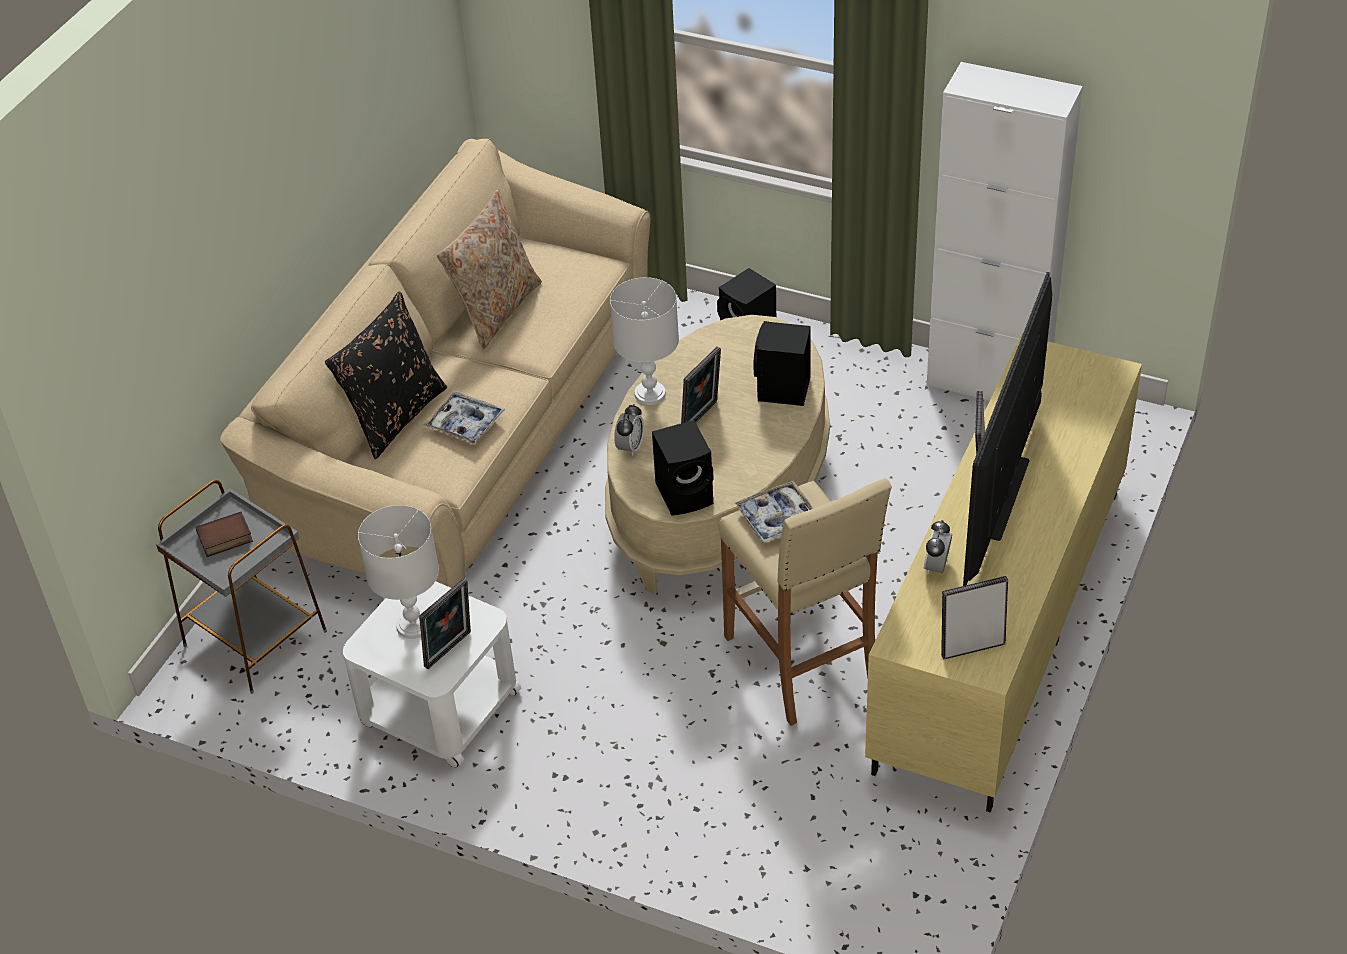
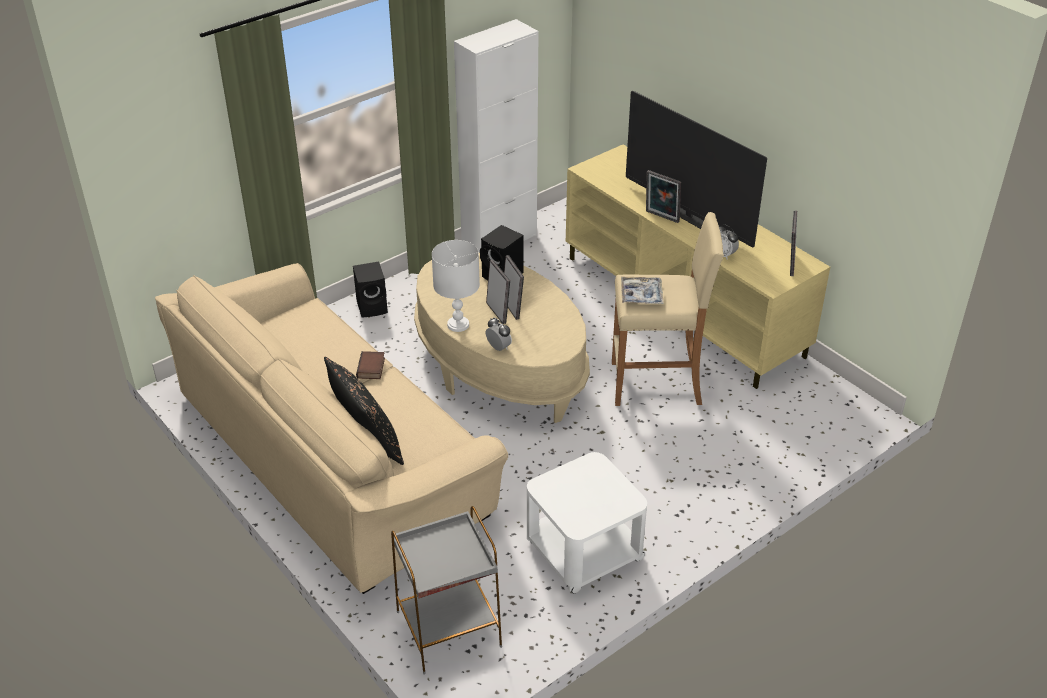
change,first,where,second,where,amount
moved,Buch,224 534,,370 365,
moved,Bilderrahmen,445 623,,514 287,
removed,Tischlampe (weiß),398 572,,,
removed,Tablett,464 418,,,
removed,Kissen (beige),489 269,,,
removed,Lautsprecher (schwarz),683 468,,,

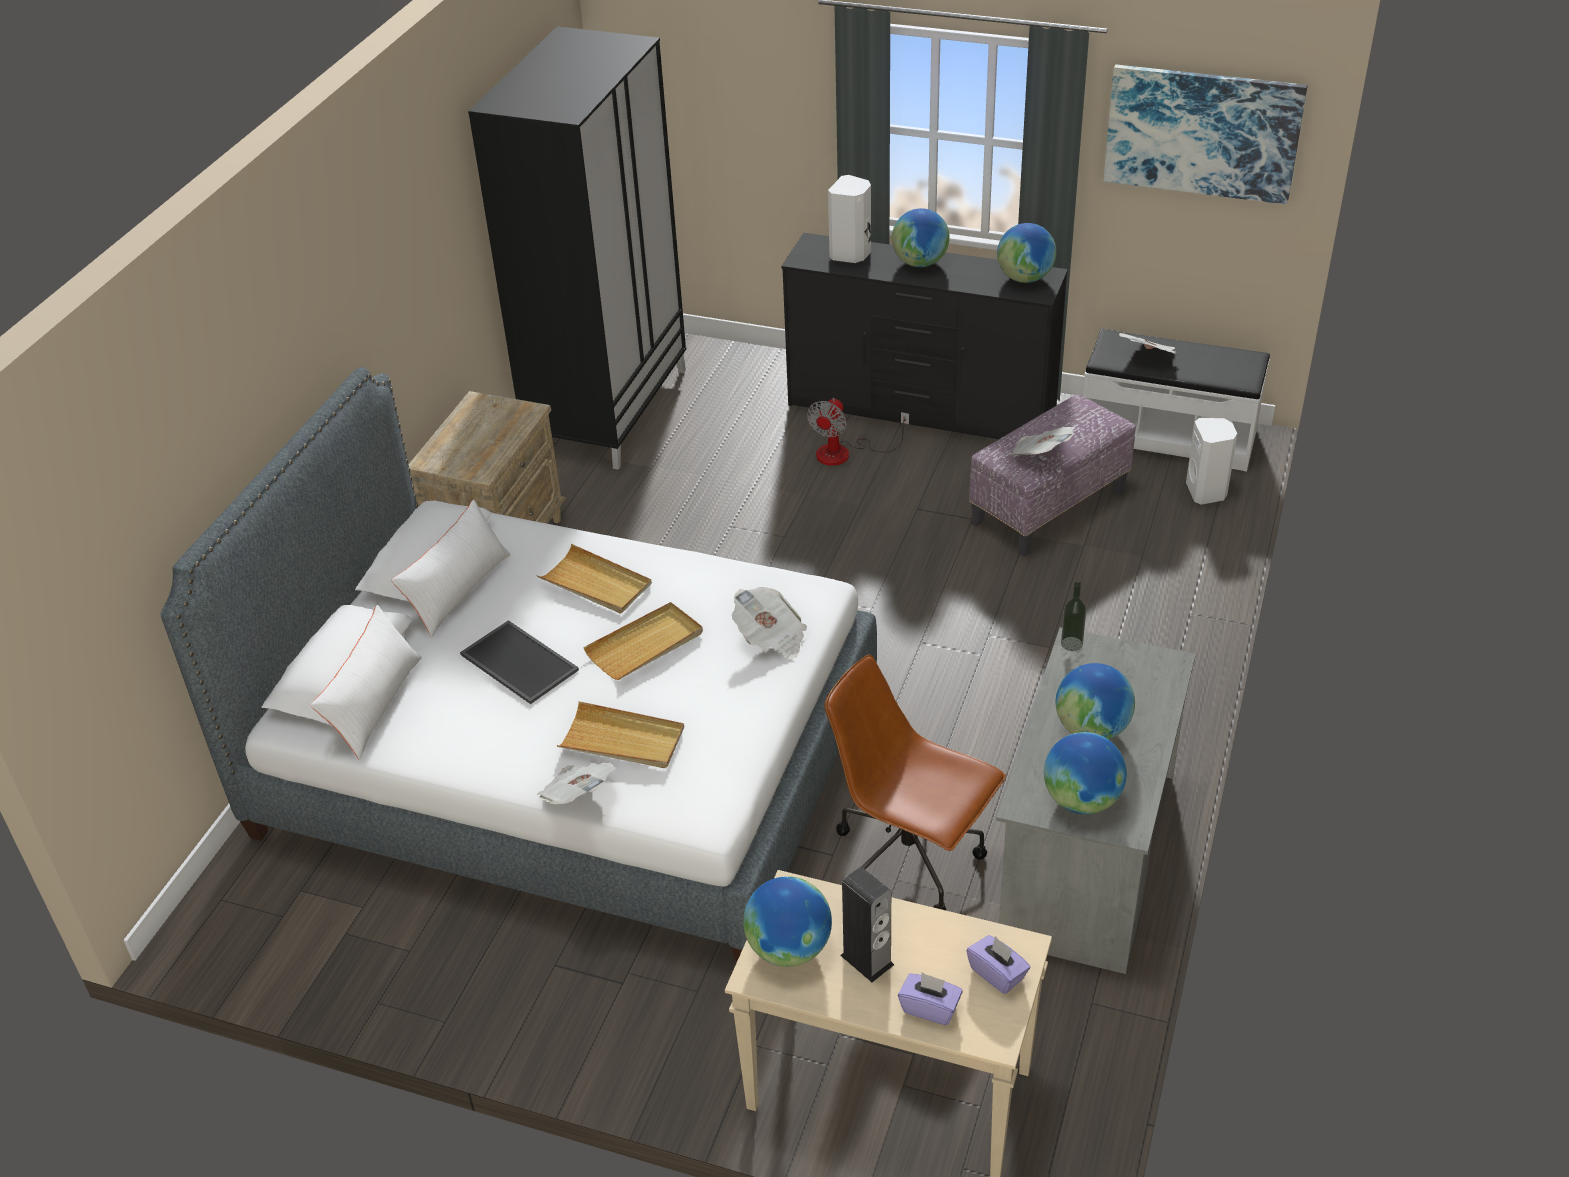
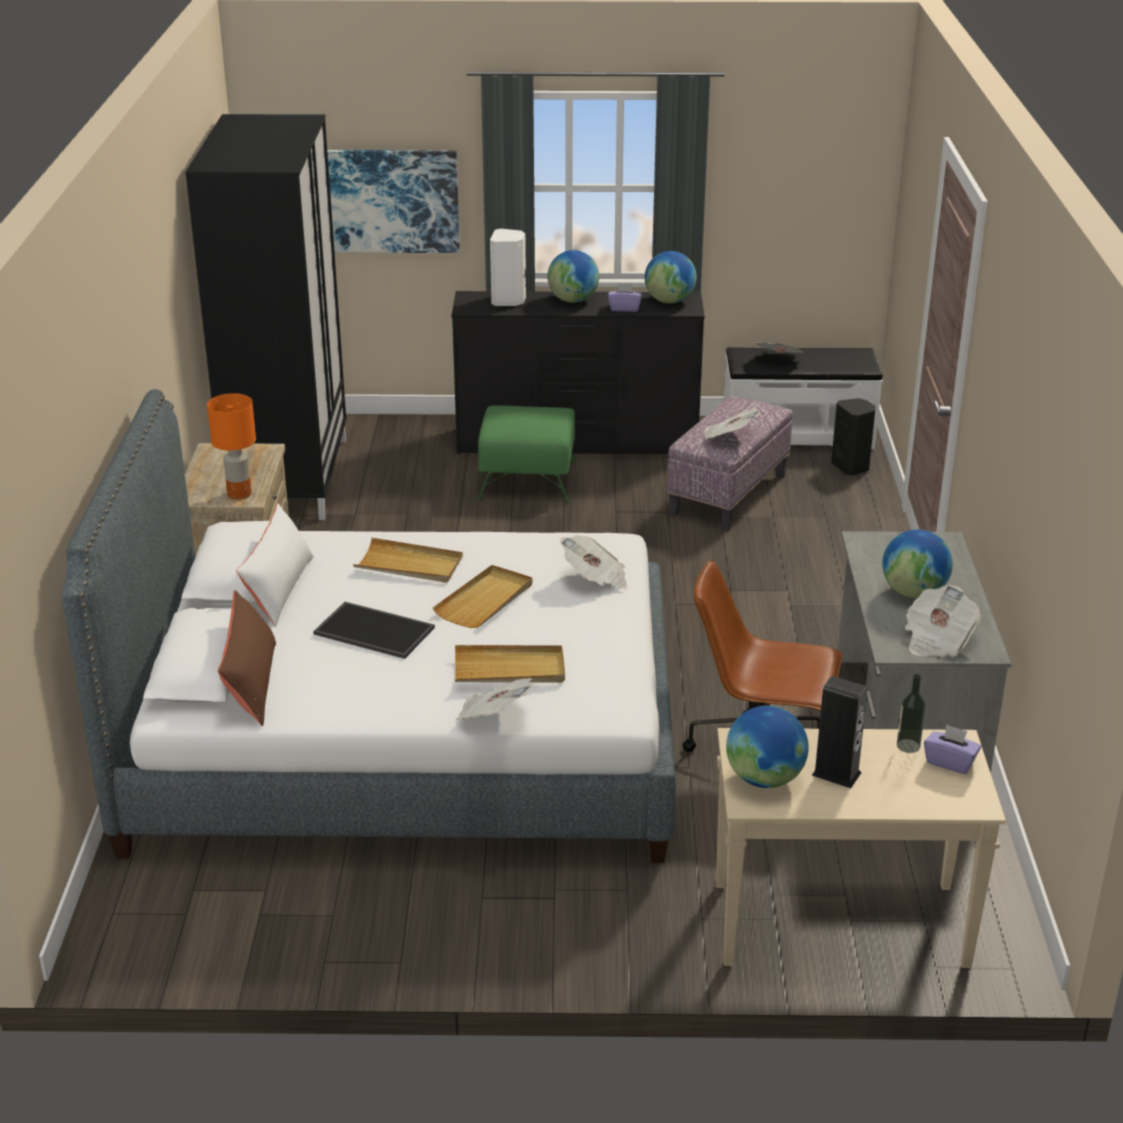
change,first,where,second,where,amount
added,,,Tischlampe (orange),231 446,
recoloured,Kissen (weiß),366 682,Kissen (braun),247 658,
moved,Bild,1206 135,,393 201,
replaced,Ventilator,858 432,Polsterhocker (grün),526 454,
moved,Taschentuchbox (lila),930 999,,625 297,
recoloured,Lautsprecher (weiß),1211 461,Lautsprecher (schwarz),853 437,
moved,Flasche,1073 616,,911 713,
replaced,Globus,1085 773,Zeitung,943 621,

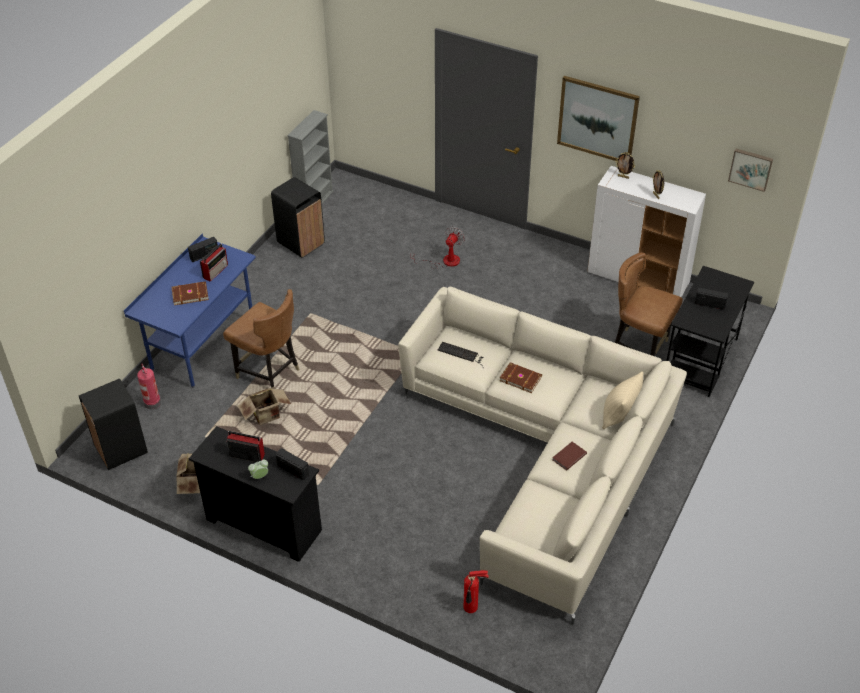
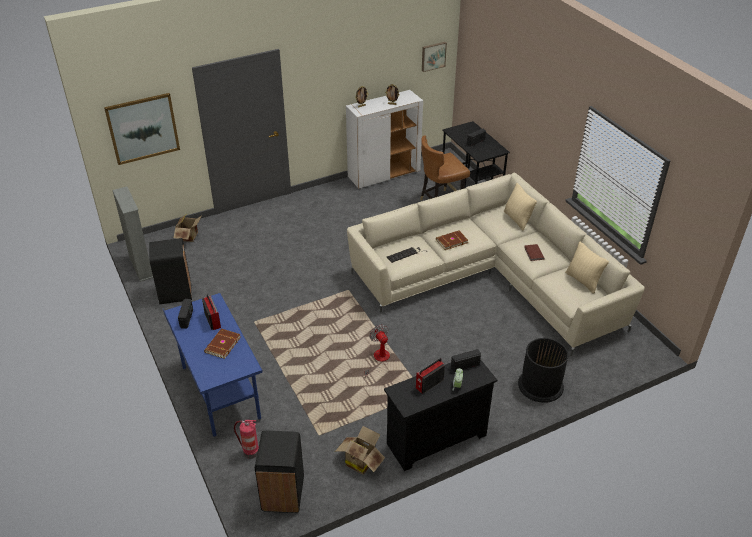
change,first,where,second,where,amount
moved,Bild,598 118,,142 129,
moved,Karton,264 406,,187 228,
moved,Ventilator,438 248,,377 351,
added,,,Mülleimer (schwarz),543 370,
added,,,Kissen (beige),587 267,
removed,Stuhl (braun),261 339,,,
removed,Feuerlöscher,476 591,,,

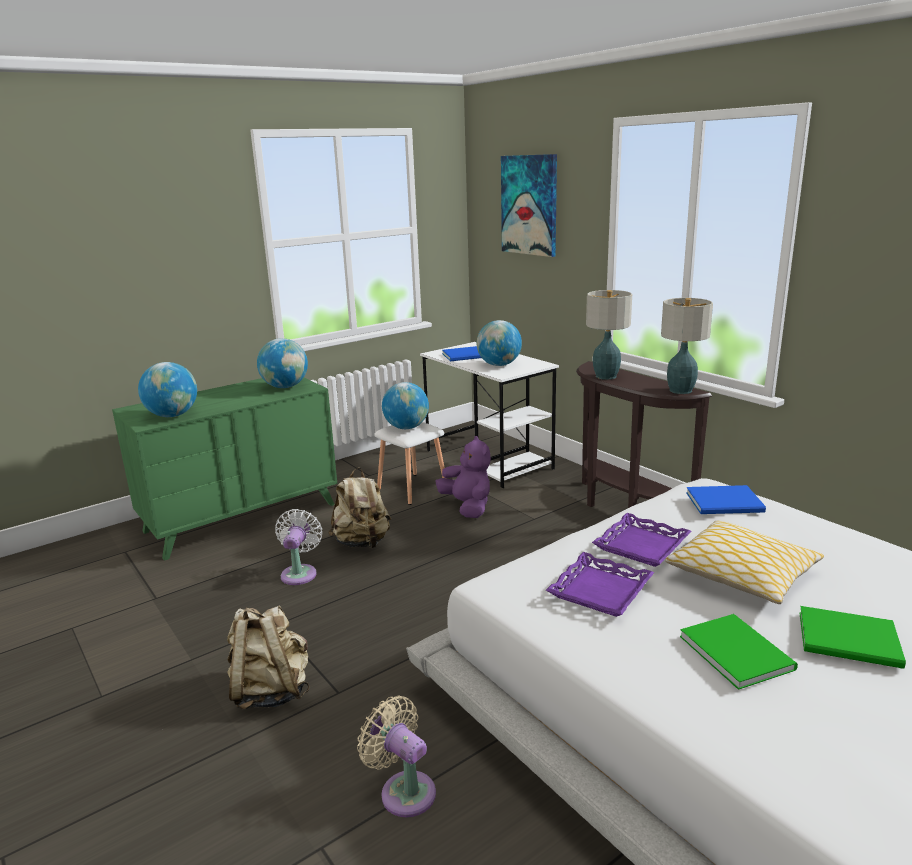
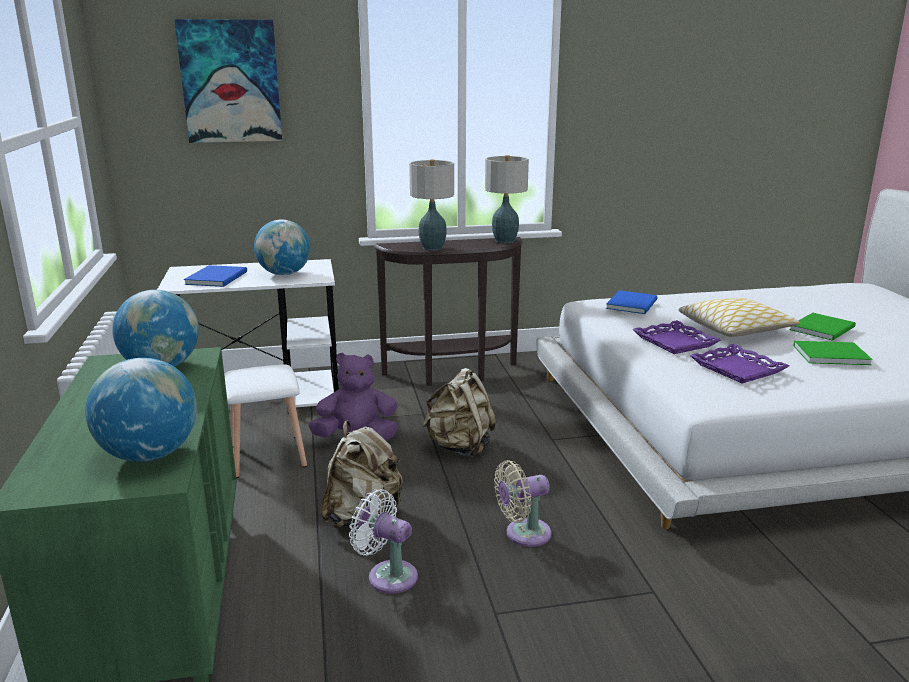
change,first,where,second,where,amount
moved,Rucksack (beige),268 657,,459 413,
moved,Ventilator (beige),396 757,,523 503,
removed,Globus,405 405,,,

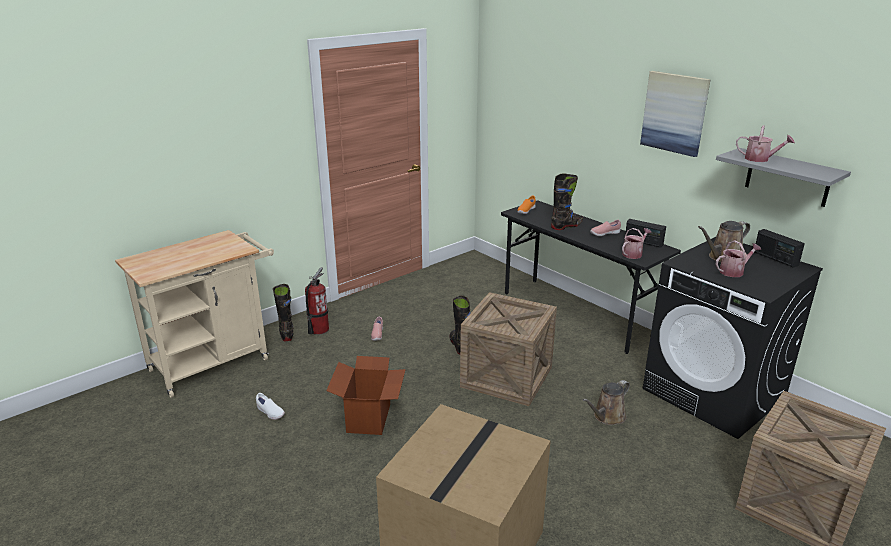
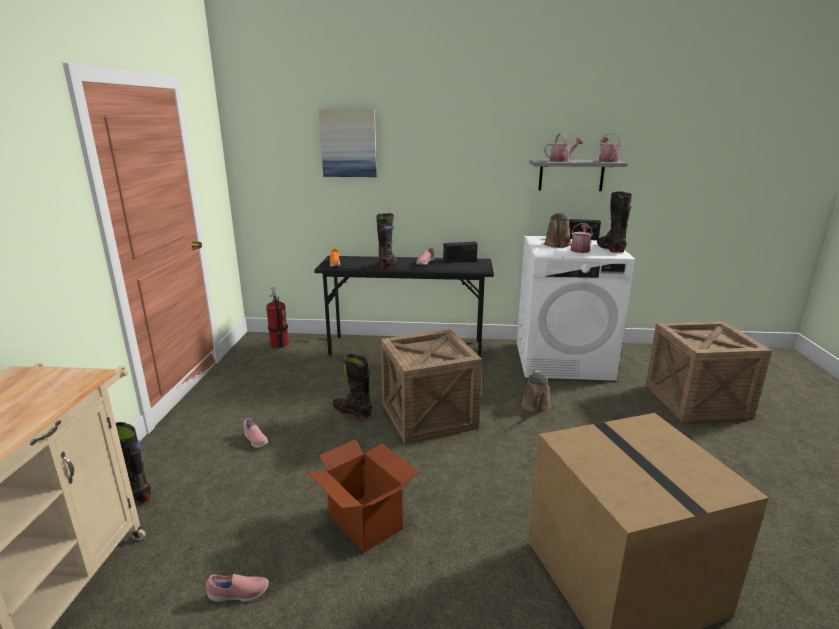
change,first,where,second,where,amount
recoloured,Schuh (weiß),270 406,Schuh (rosa),237 588,
moved,Feuerlöscher,317 301,,277 317,
moved,Bild,675 114,,348 143,
recoloured,Waschmaschine (schwarz),732 338,Waschmaschine (weiß),576 308,
added,,,Stiefel (schwarz),614 222,
moved,Gießkanne,636 243,,610 147,

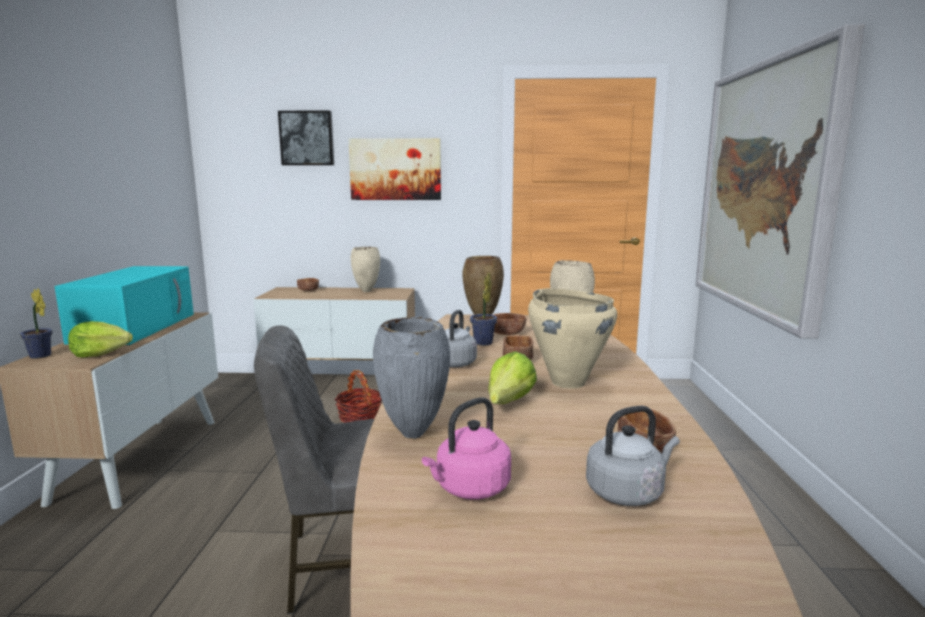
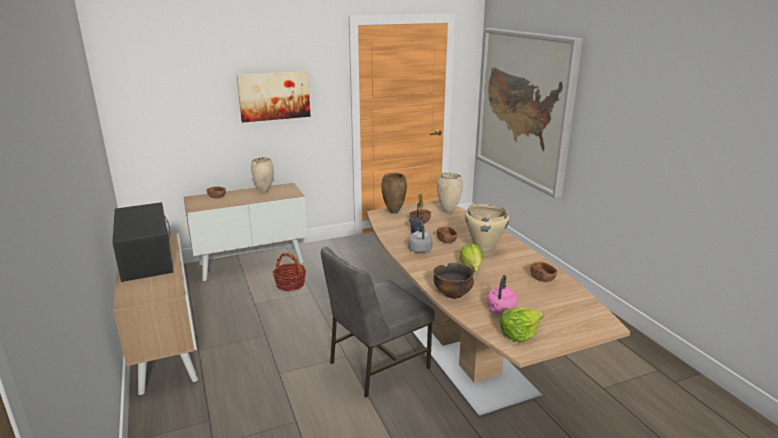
change,first,where,second,where,amount
recoloured,Mikrowelle (türkis),124 305,Mikrowelle (schwarz),143 242,
replaced,Vase (grau),411 378,Schüssel,453 281,
moved,Salatkopf,100 339,,521 325,
removed,Topfpflanze,36 323,,,
removed,Bild,306 137,,,
removed,Wasserkessel (grau),633 456,,,

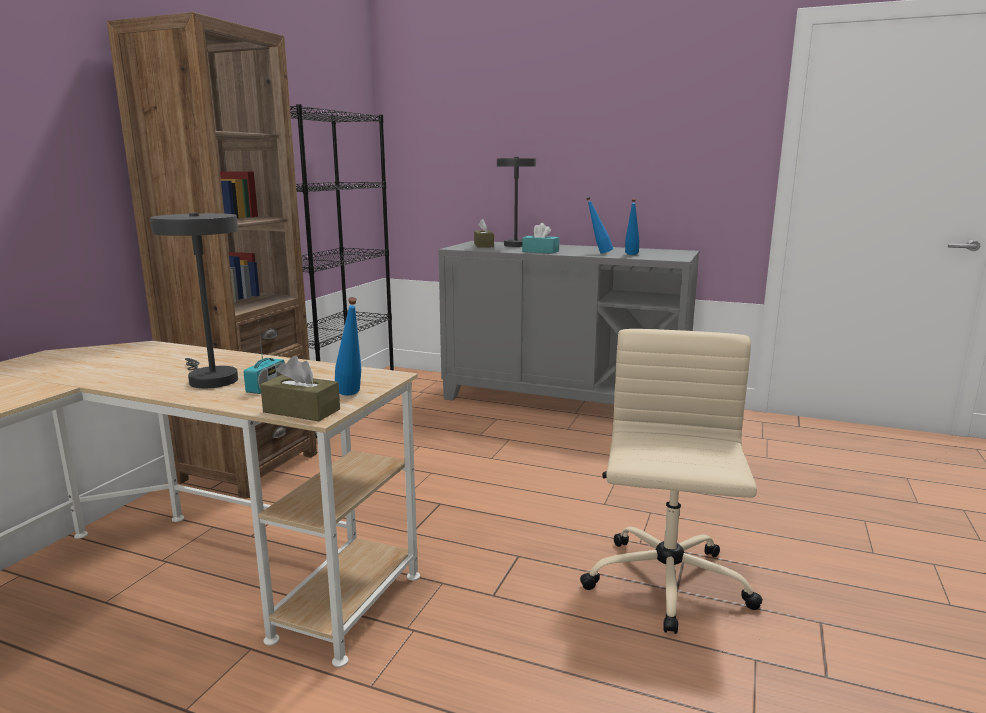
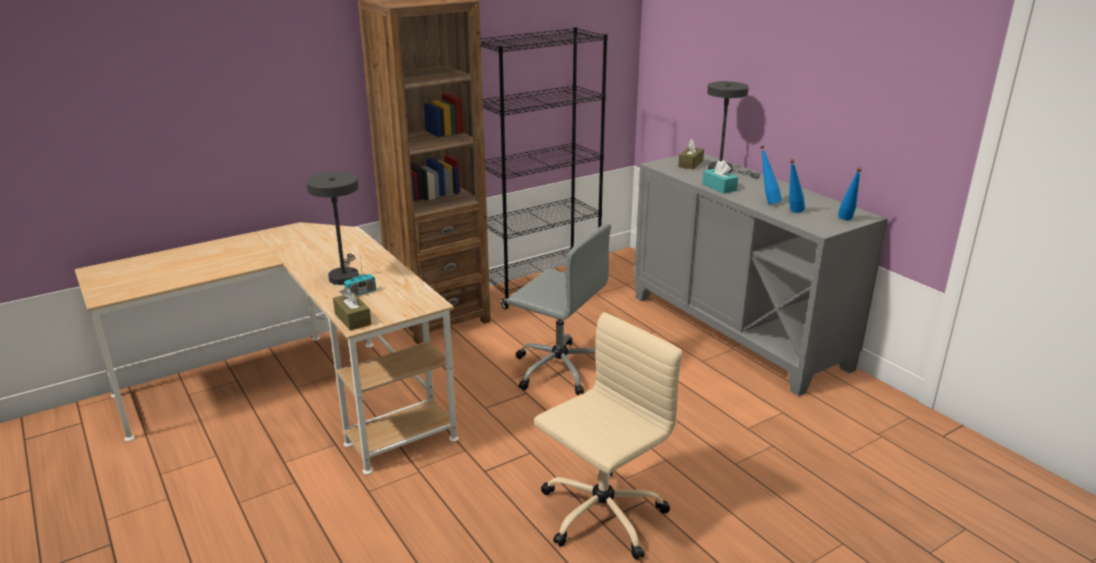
change,first,where,second,where,amount
added,,,Bürostuhl (grau),559 309,
moved,Flasche (blau),348 346,,850 193,

